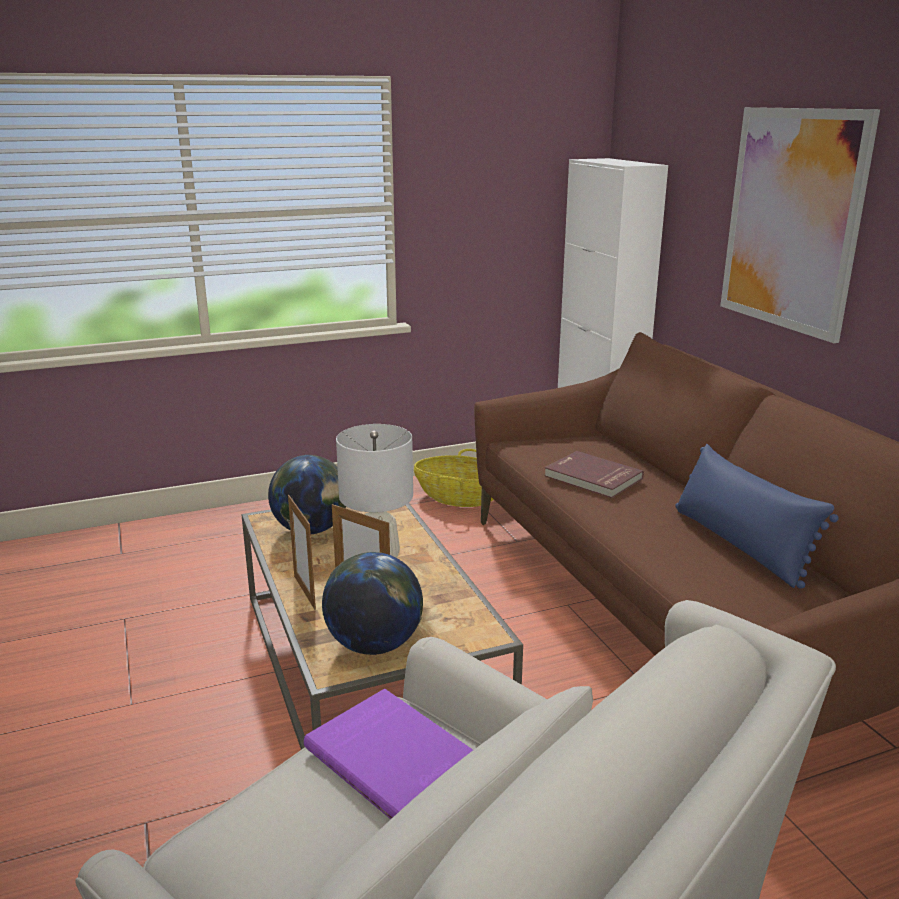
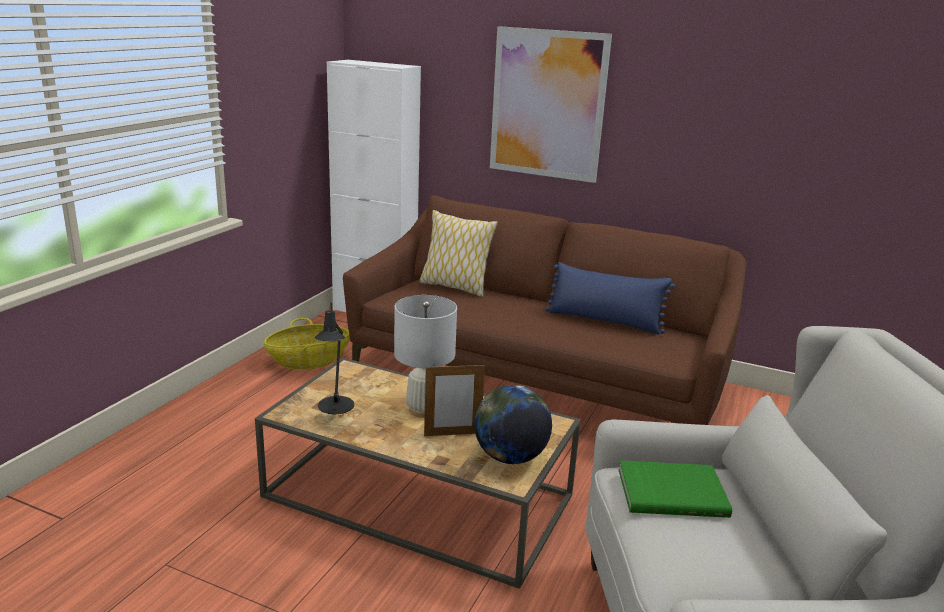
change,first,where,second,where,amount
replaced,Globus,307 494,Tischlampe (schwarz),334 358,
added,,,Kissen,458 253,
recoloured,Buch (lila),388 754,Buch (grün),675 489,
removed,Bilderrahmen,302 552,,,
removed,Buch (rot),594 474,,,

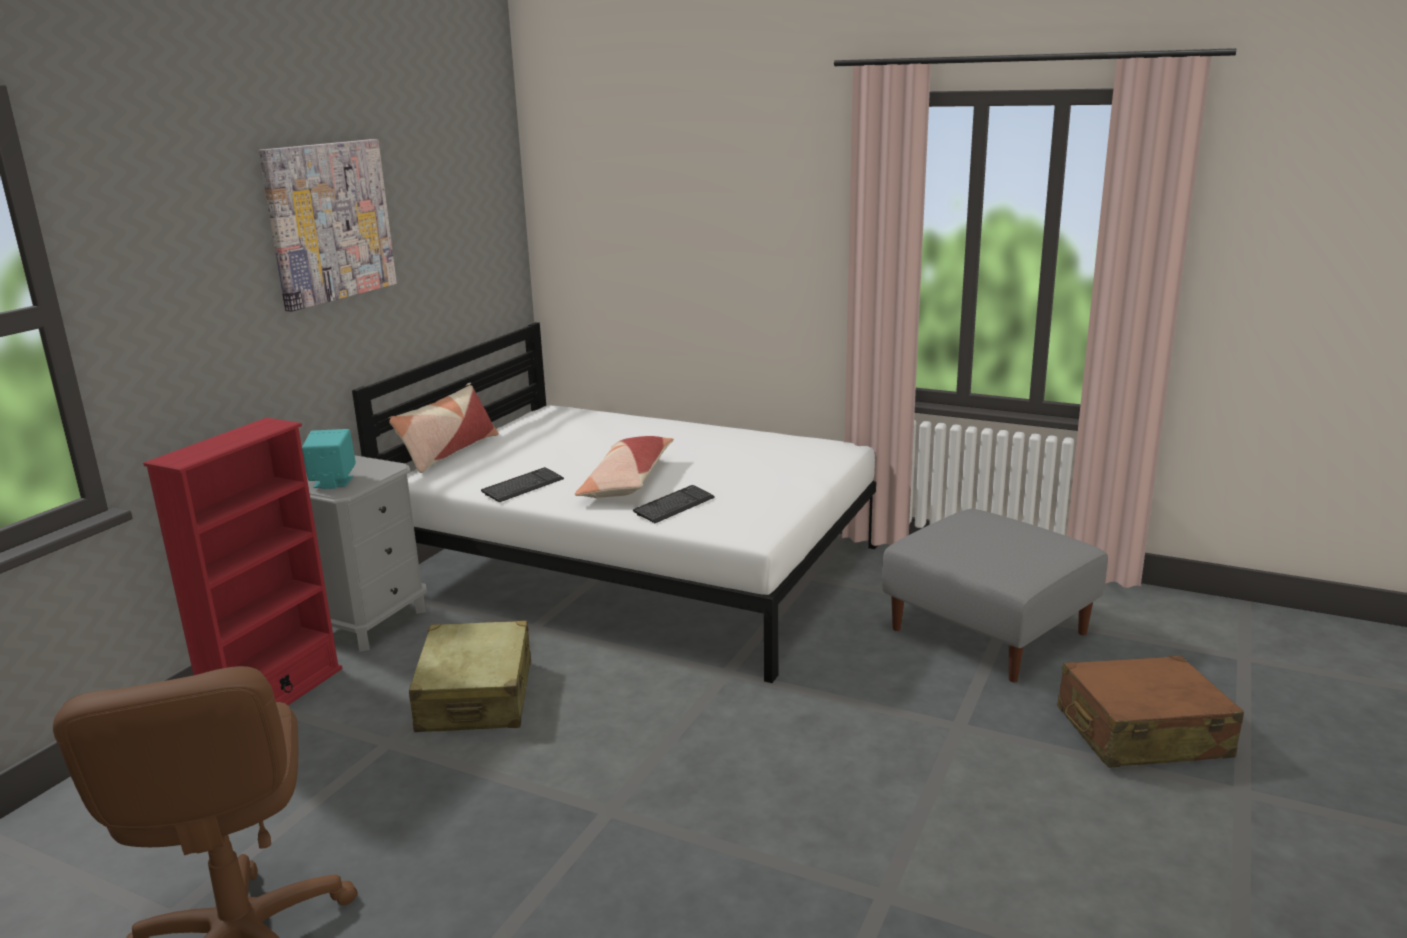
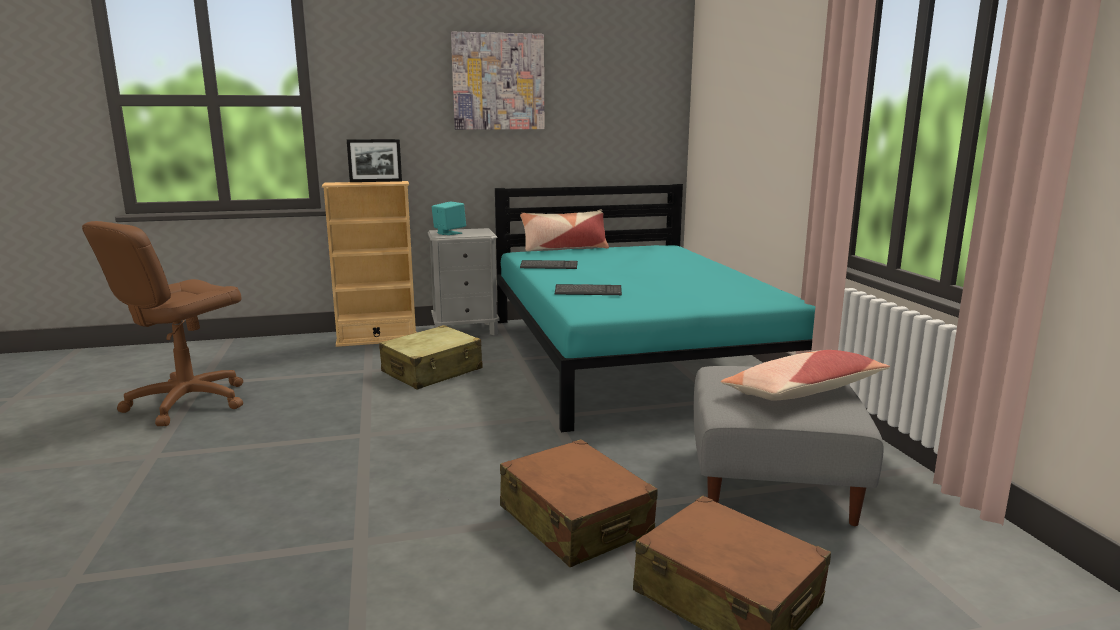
change,first,where,second,where,amount
recoloured,Bücherregal (rot),243 561,Bücherregal (beige),369 264,
added,,,Bilderrahmen,374 160,
recoloured,Bett (weiß),614 502,Bett (türkis),655 308,
added,,,Koffer (braun),579 503,
moved,Kissen,624 467,,805 375,

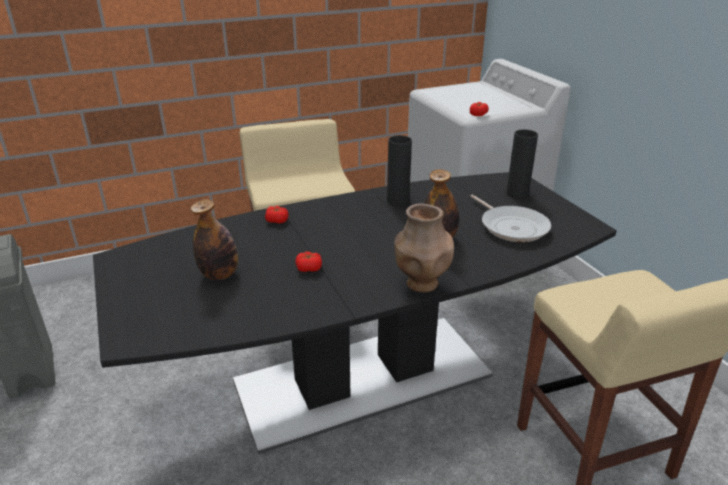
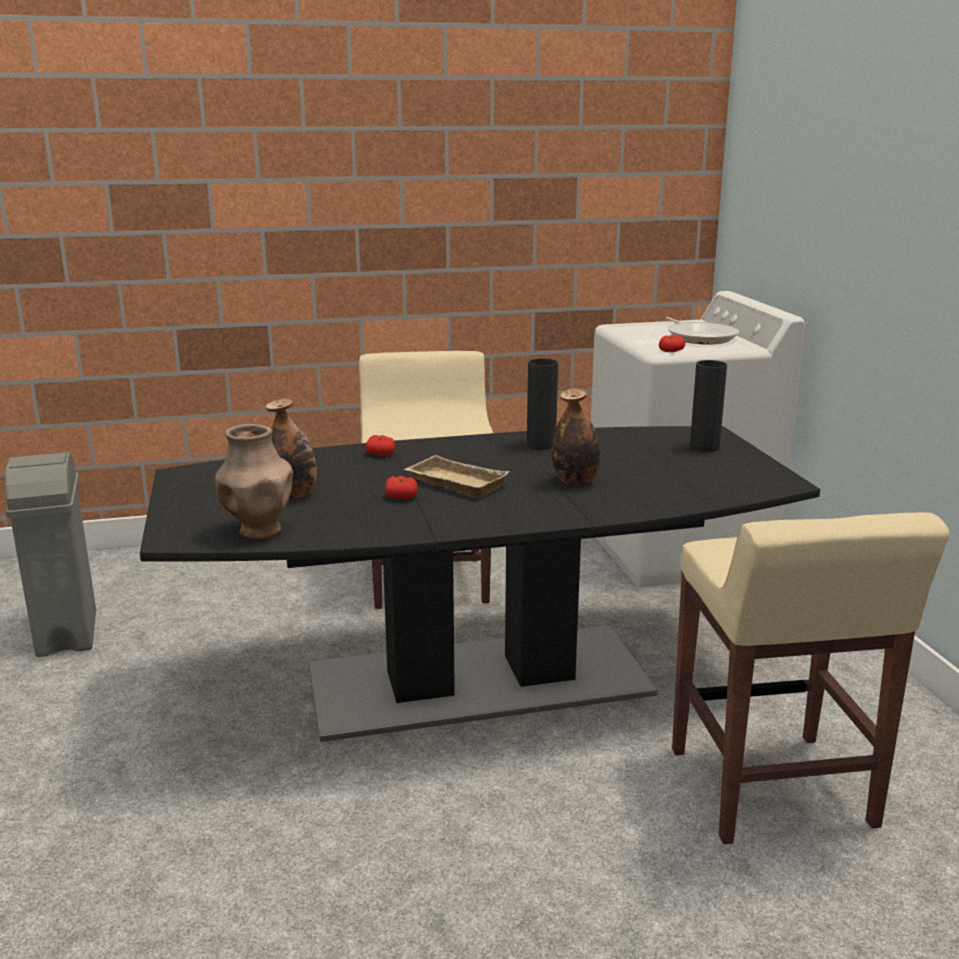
change,first,where,second,where,amount
moved,Vase (braun),424 248,,254 482,
added,,,Tablett (beige),456 476,
moved,Pfanne,510 218,,702 330,

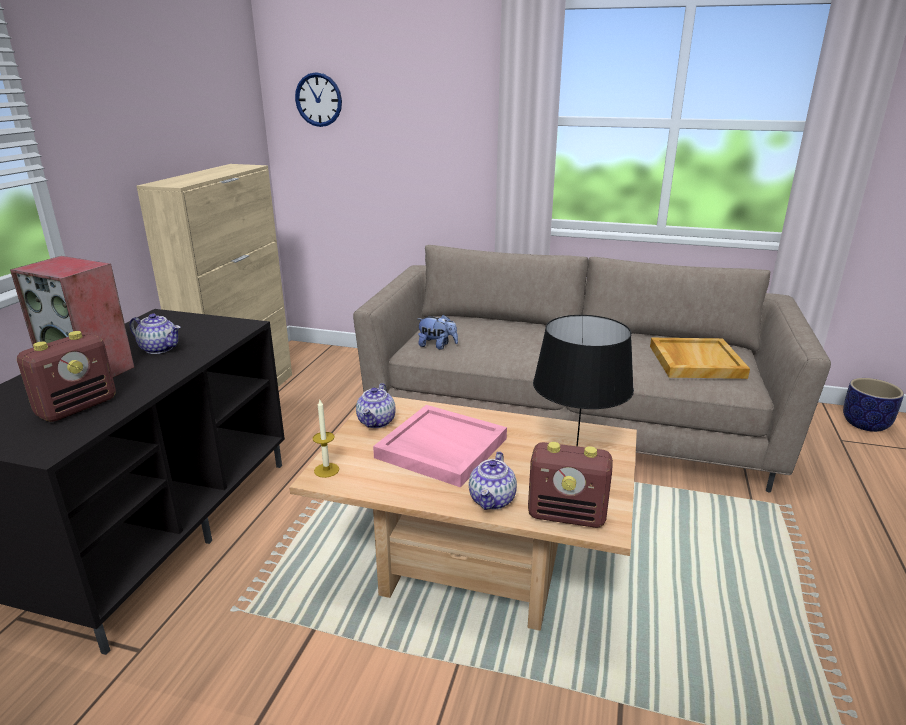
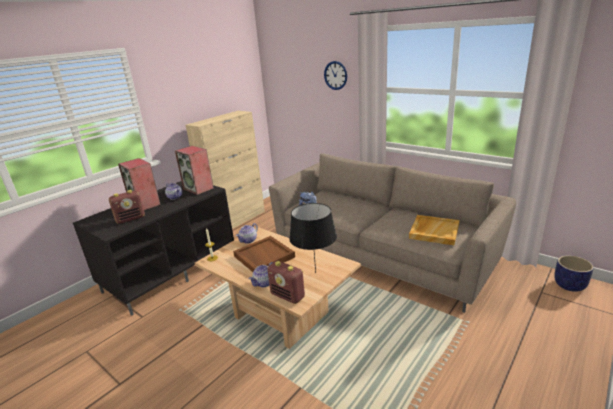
change,first,where,second,where,amount
added,,,Lautsprecher,194 170,
recoloured,Tablett (rosa),440 446,Tablett (braun),264 254,
moved,Wanduhr,318 99,,335 75,

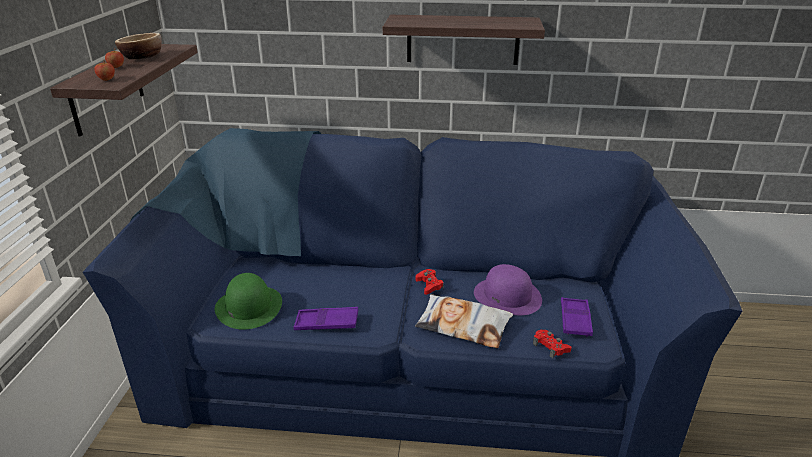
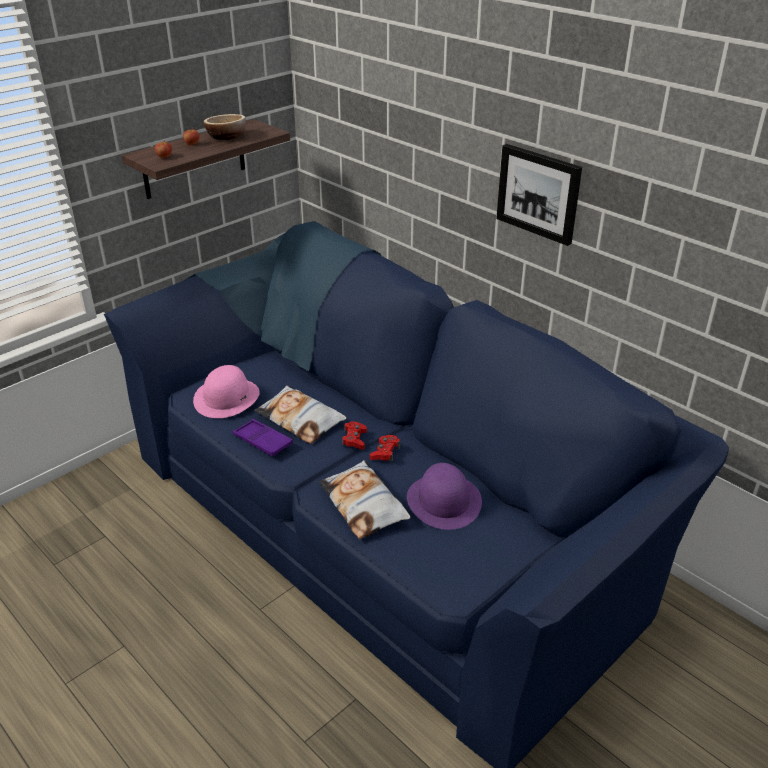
change,first,where,second,where,amount
recoloured,Hut (grün),248 301,Hut (rosa),226 391,
added,,,Kissen,300 414,
moved,Gamepad (rot),552 344,,354 435,
replaced,Wandregal,464 40,Bild,539 195,
removed,Tablett (lila),577 317,,,

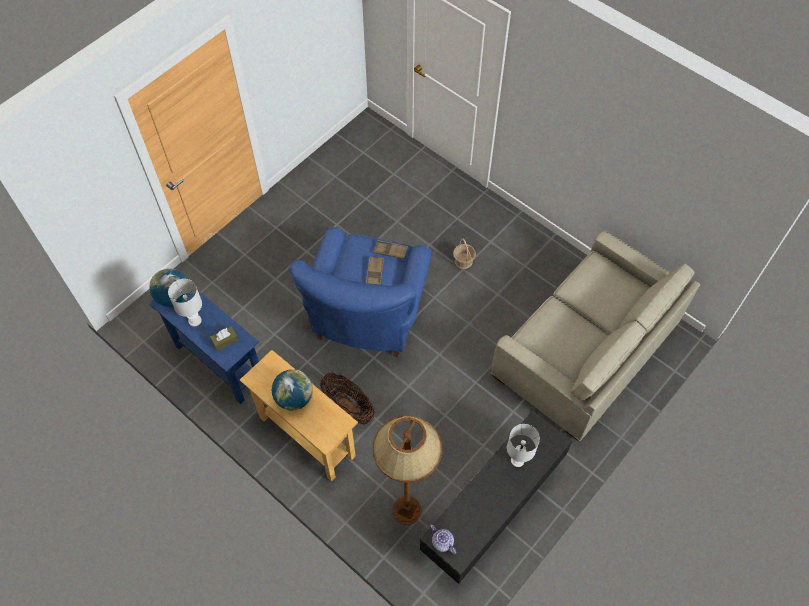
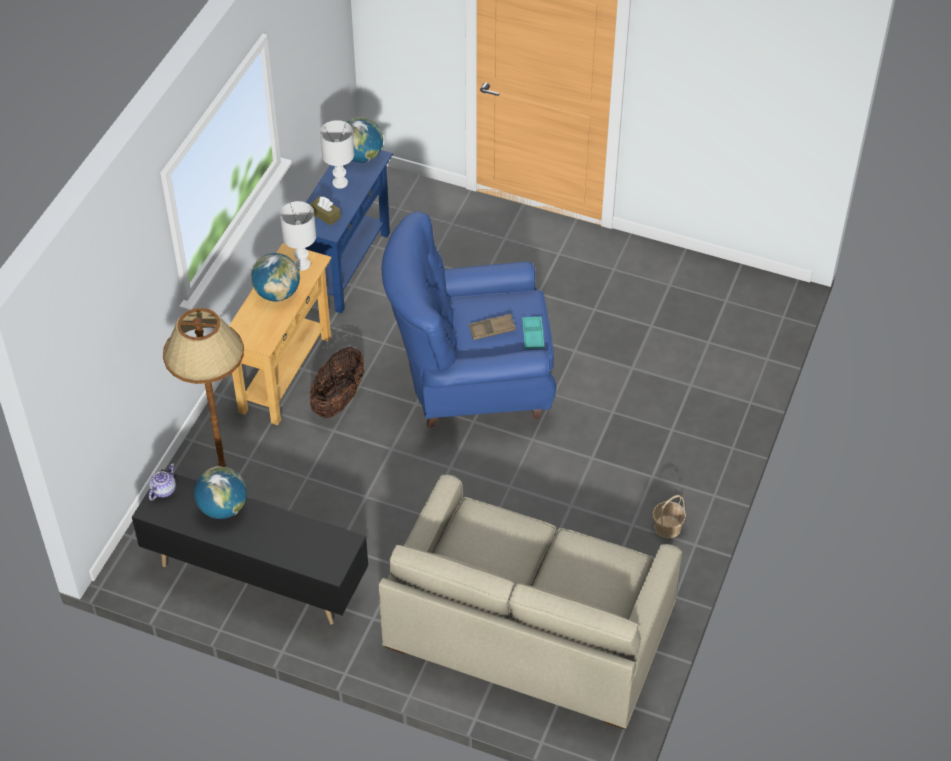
change,first,where,second,where,amount
added,,,Globus,220 492,
moved,Tischlampe (weiß),523 445,,298 236,
recoloured,Tablett (braun),390 249,Tablett (türkis),533 332,
moved,Korb,464 253,,669 516,

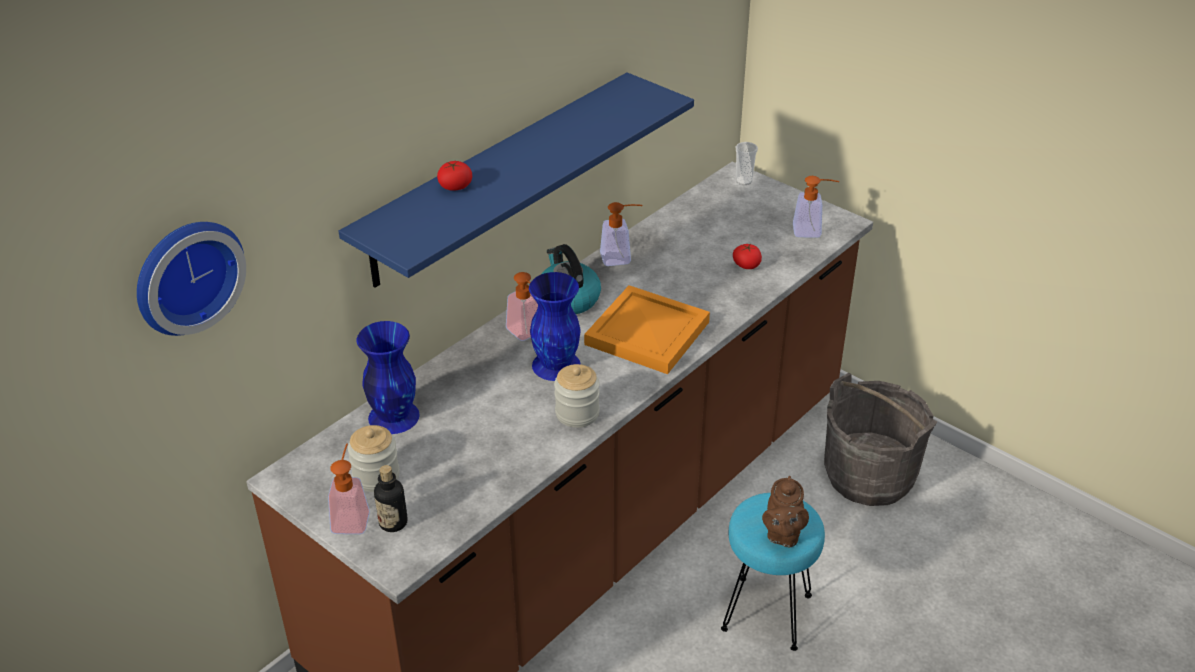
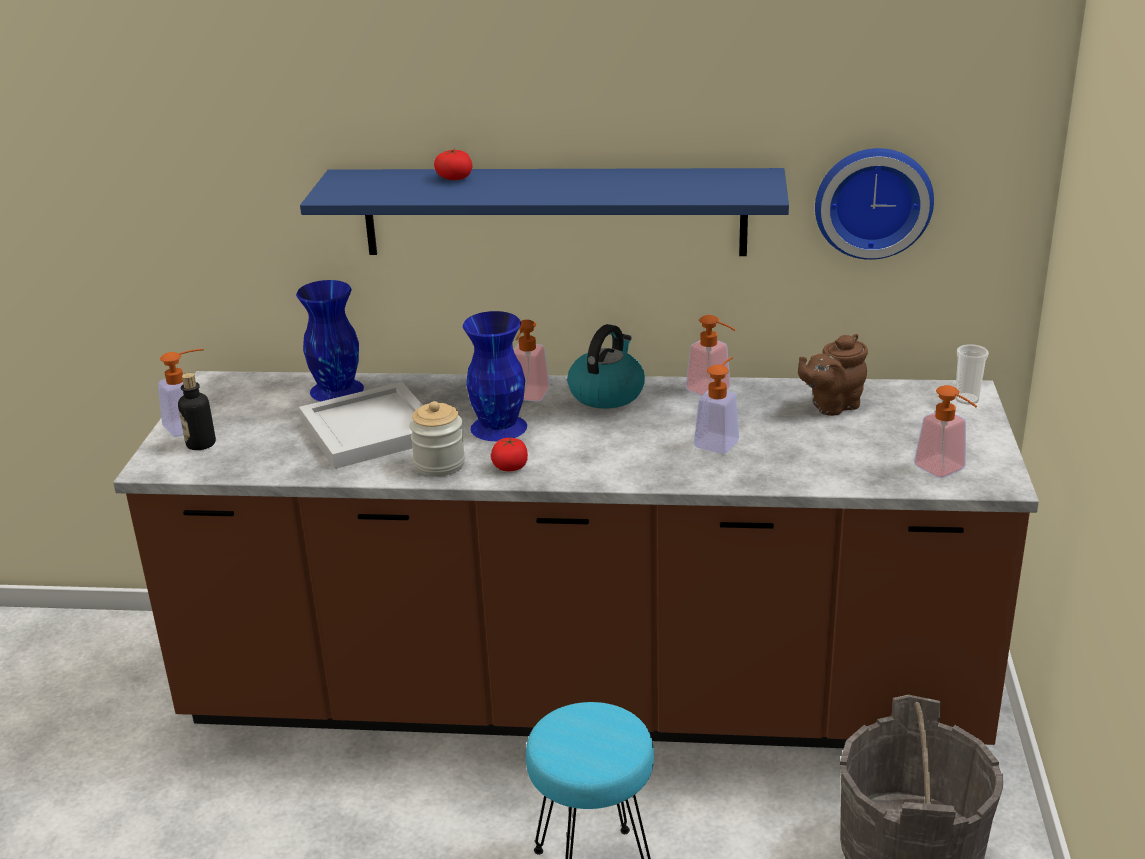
change,first,where,second,where,amount
added,,,Tablett (weiß),361 425,
moved,Tomate,747 256,,509 454,
added,,,Seifenspender,716 405,
moved,Teekanne (braun),785 512,,833 375,
moved,Wanduhr,191 279,,874 204,
removed,Vorratsglas,374 458,,,
removed,Tablett (orange),647 329,,,

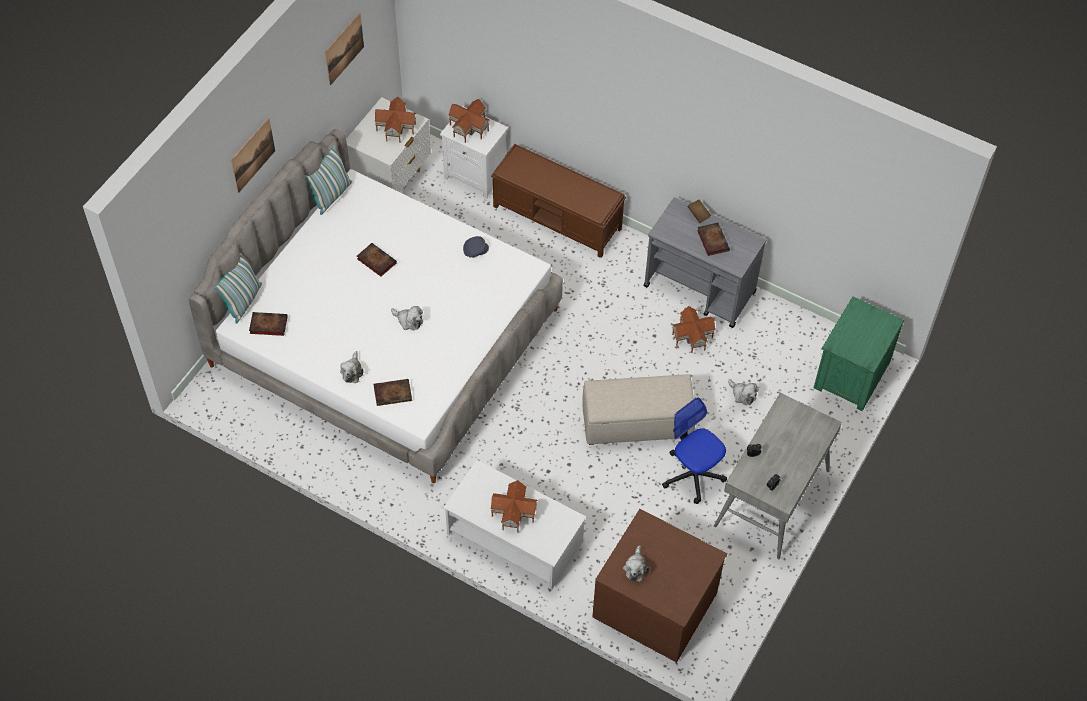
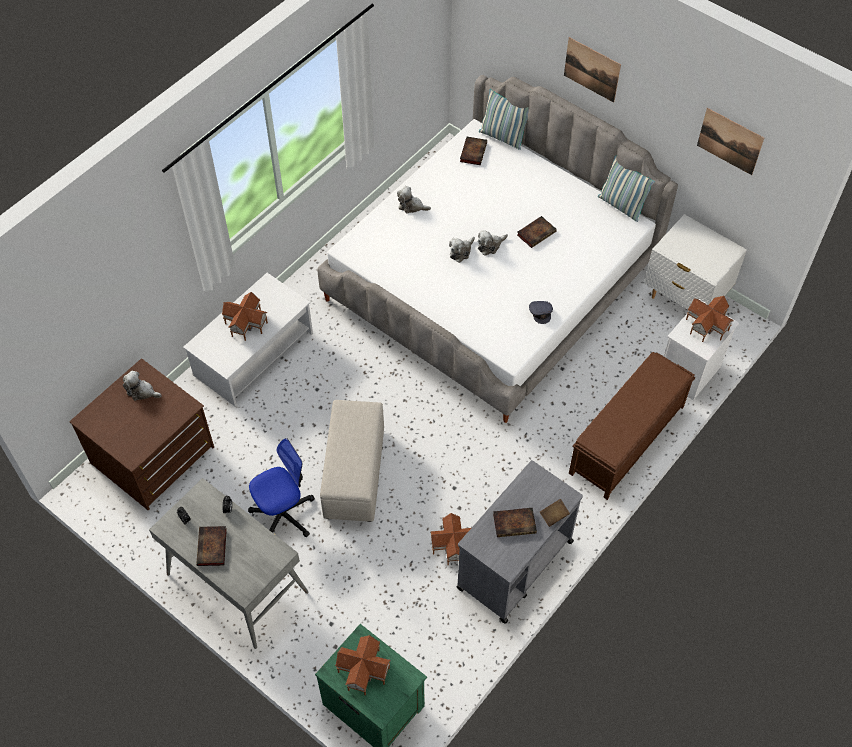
change,first,where,second,where,amount
moved,Buch,393 392,,211 546,
moved,Spielzeughaus,395 120,,363 665,
moved,Plüschtier,743 392,,493 243,

